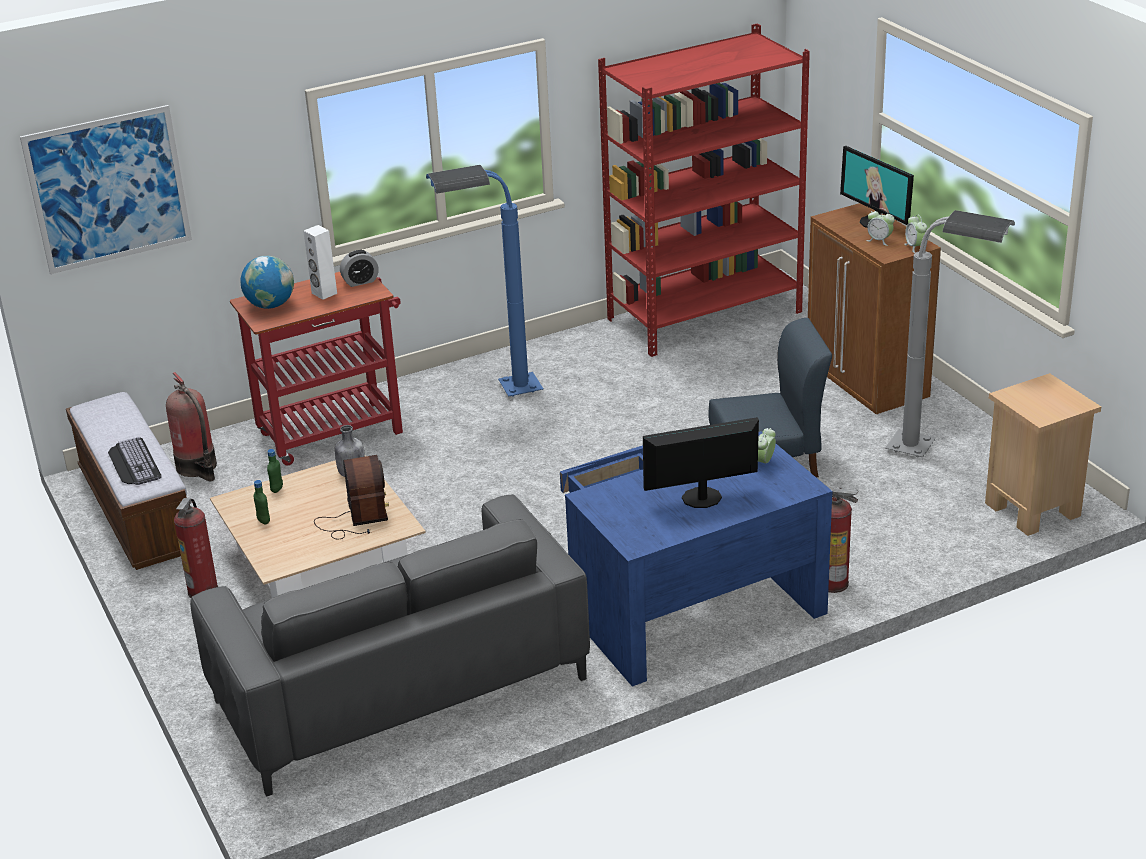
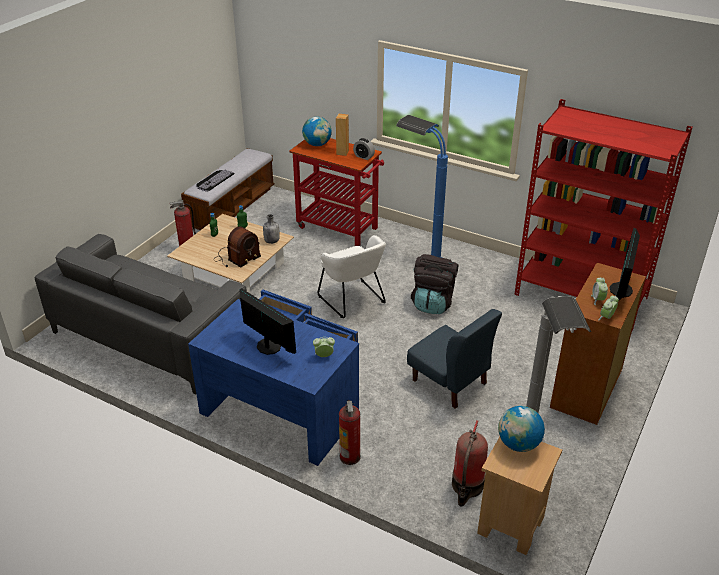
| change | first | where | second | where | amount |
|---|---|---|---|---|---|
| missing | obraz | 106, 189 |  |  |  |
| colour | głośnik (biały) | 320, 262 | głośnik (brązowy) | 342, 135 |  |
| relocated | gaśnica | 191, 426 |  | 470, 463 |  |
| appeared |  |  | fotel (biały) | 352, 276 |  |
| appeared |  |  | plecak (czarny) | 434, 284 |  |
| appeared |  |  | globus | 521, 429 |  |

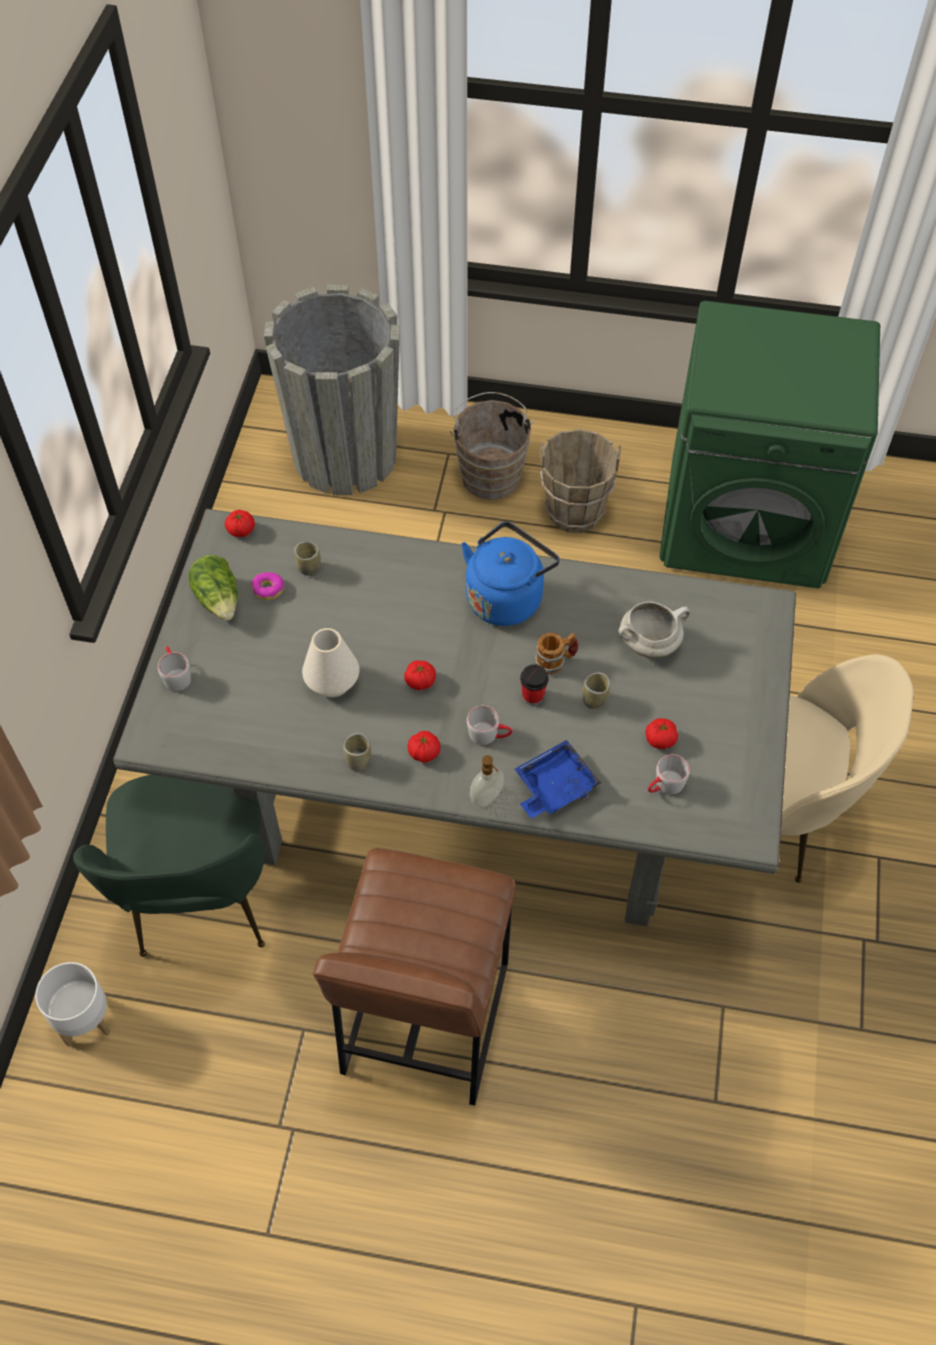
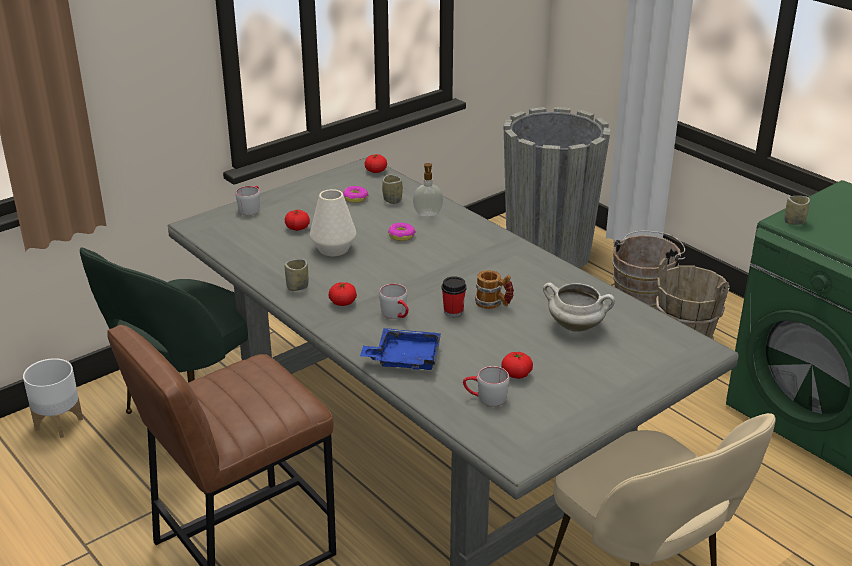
| change | first | where | second | where | amount |
|---|---|---|---|---|---|
| missing | czajnik (niebieski) | 510, 574 |  |  |  |
| missing | sałata | 213, 588 |  |  |  |
| relocated | pomidor | 420, 675 |  | 297, 220 |  |
| relocated | filiżanka | 596, 691 |  | 797, 210 |  |
| relocated | dozownik mydła | 487, 781 |  | 428, 189 |  |
| appeared |  |  | donut | 402, 232 |  |

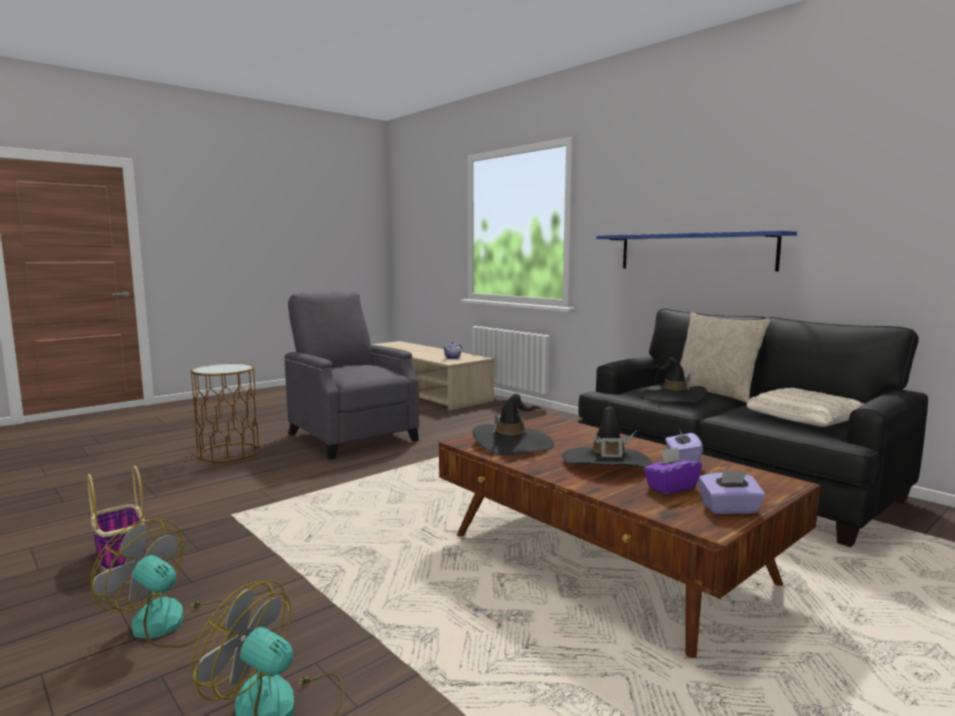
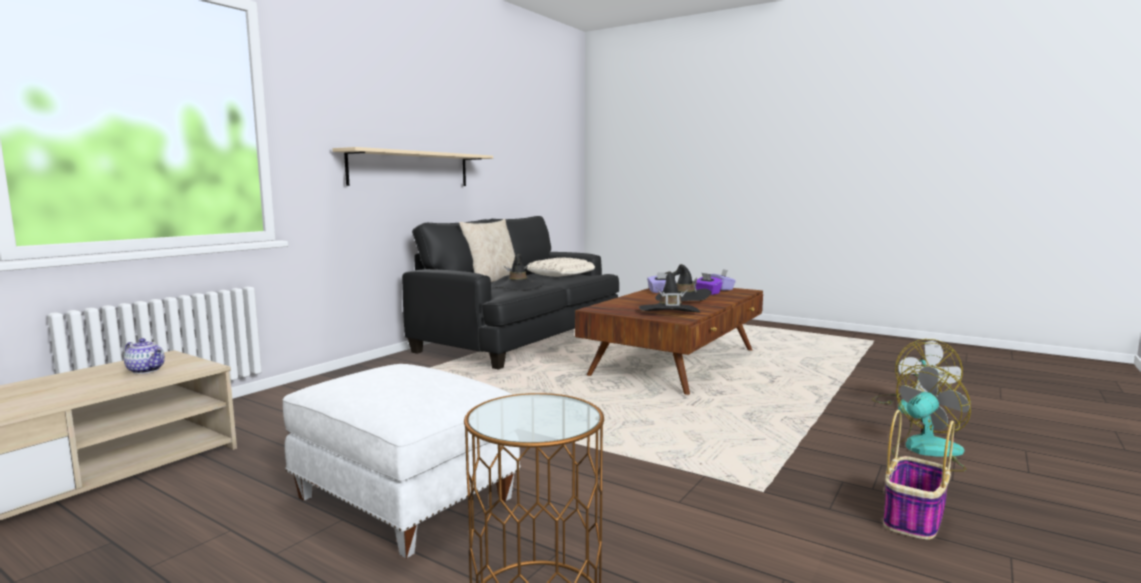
| change | first | where | second | where | amount |
|---|---|---|---|---|---|
| colour | półka (niebieski) | 696, 251 | półka (beżowy) | 412, 166 |  |
| exchanged | fotel (szary) | 351, 376 | pufa (biały) | 401, 461 |  |
| spun | wentylator | 159, 583 |  | 931, 418 | 135 degrees counterclockwise |

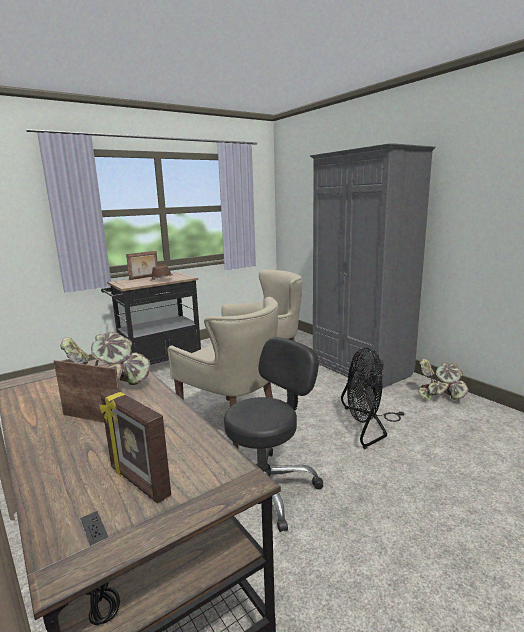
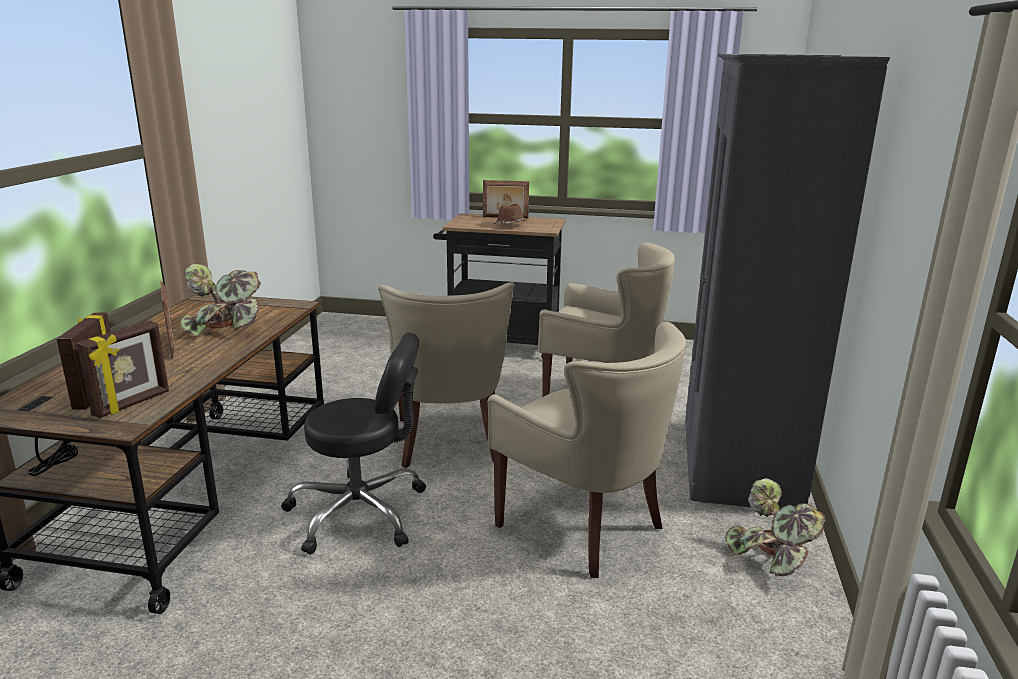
| change | first | where | second | where | amount |
|---|---|---|---|---|---|
| exchanged | wentylator (czarny) | 373, 398 | fotel (beżowy) | 587, 450 |  |
| appeared |  |  | ramka na zdjęcie | 122, 369 |  |

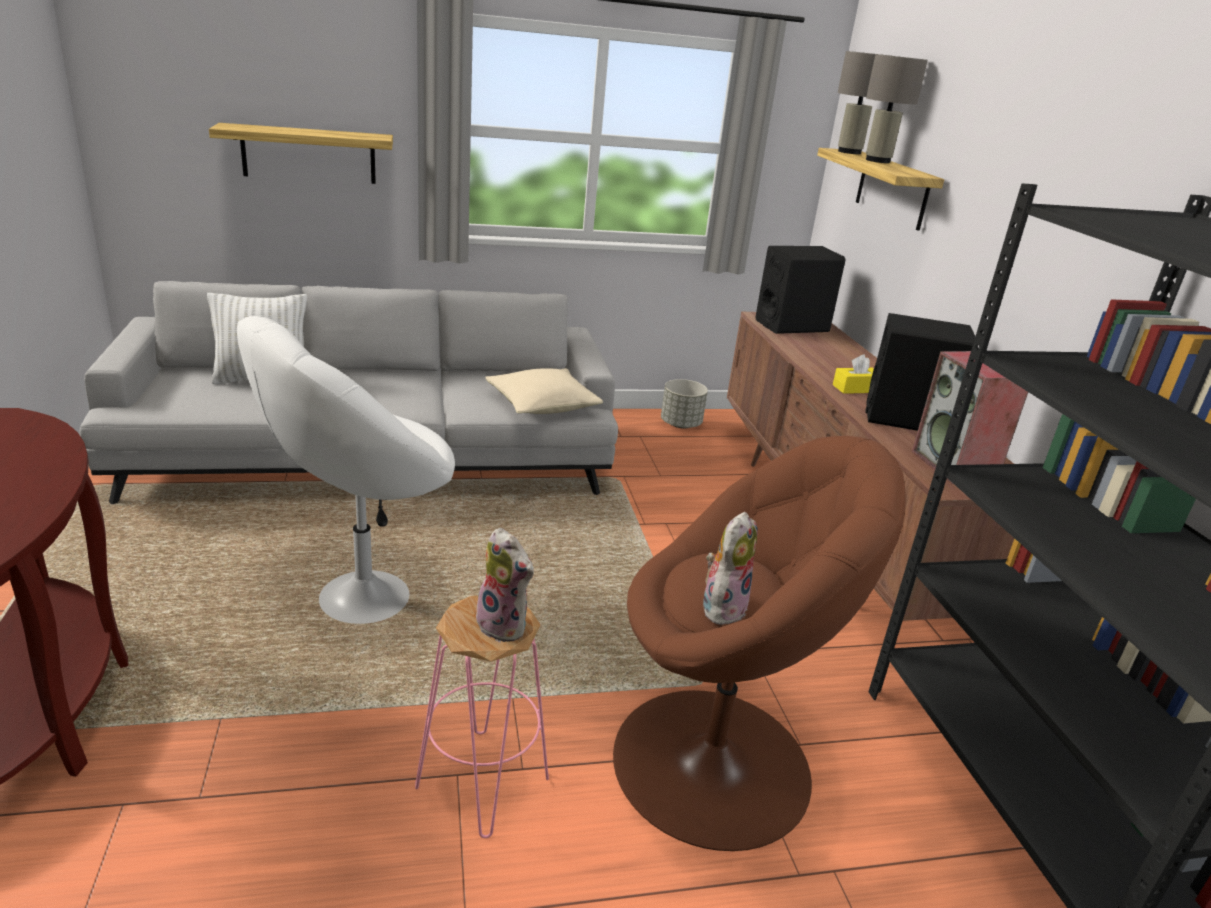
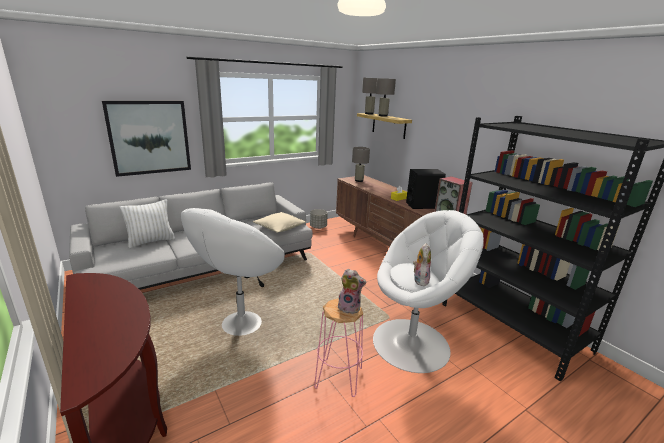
| change | first | where | second | where | amount |
|---|---|---|---|---|---|
| exchanged | półka | 301, 153 | obraz | 146, 139 |  |
| exchanged | głośnik (czarny) | 800, 290 | lampa stołowa (szary) | 361, 164 |  |
| colour | fotel (brązowy) | 759, 643 | fotel (biały) | 428, 291 |  |

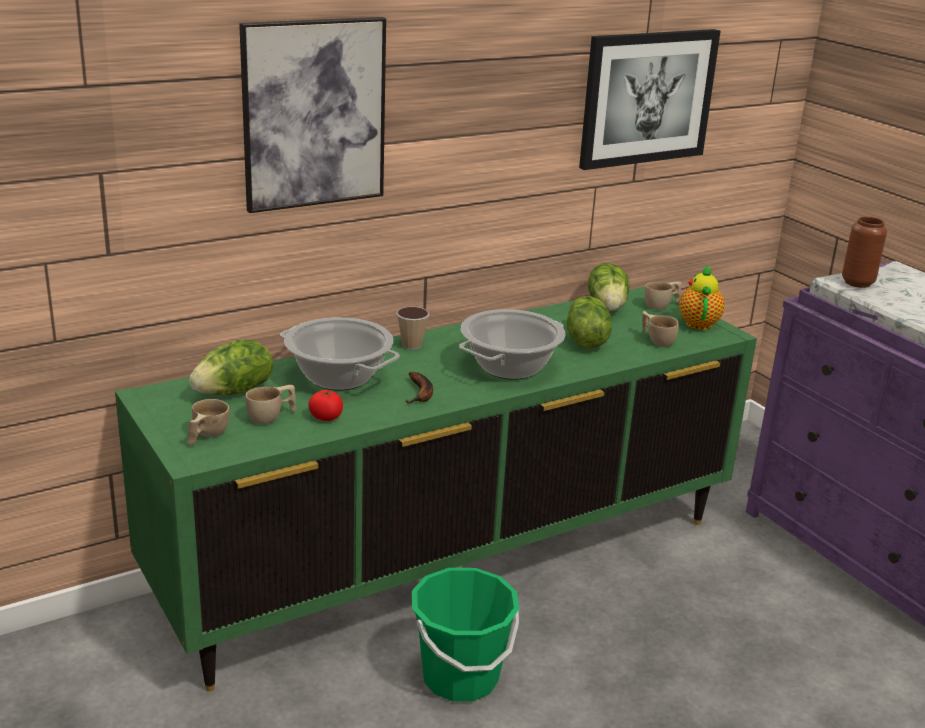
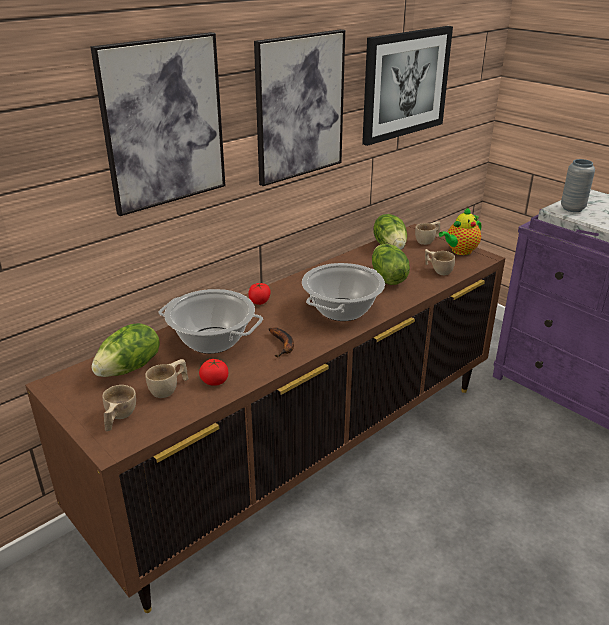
| change | first | where | second | where | amount |
|---|---|---|---|---|---|
| colour | wazon (brązowy) | 864, 252 | wazon (szary) | 578, 185 |  |
| spun | imbryk | 702, 297 |  | 460, 231 | 120 degrees counterclockwise |
| colour | szafka (zielony) | 436, 489 | szafka (brązowy) | 265, 418 |  |
| exchanged | filiżanka | 413, 328 | pomidor | 259, 294 |  |
| missing | wiadro (zielony) | 465, 635 |  |  |  |
| appeared |  |  | obraz | 299, 107 |  |

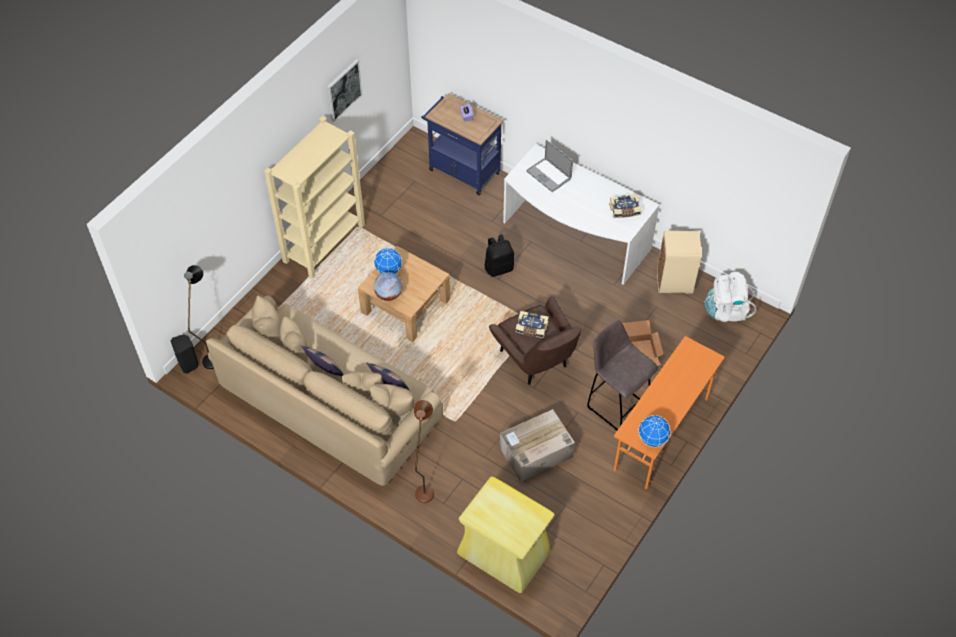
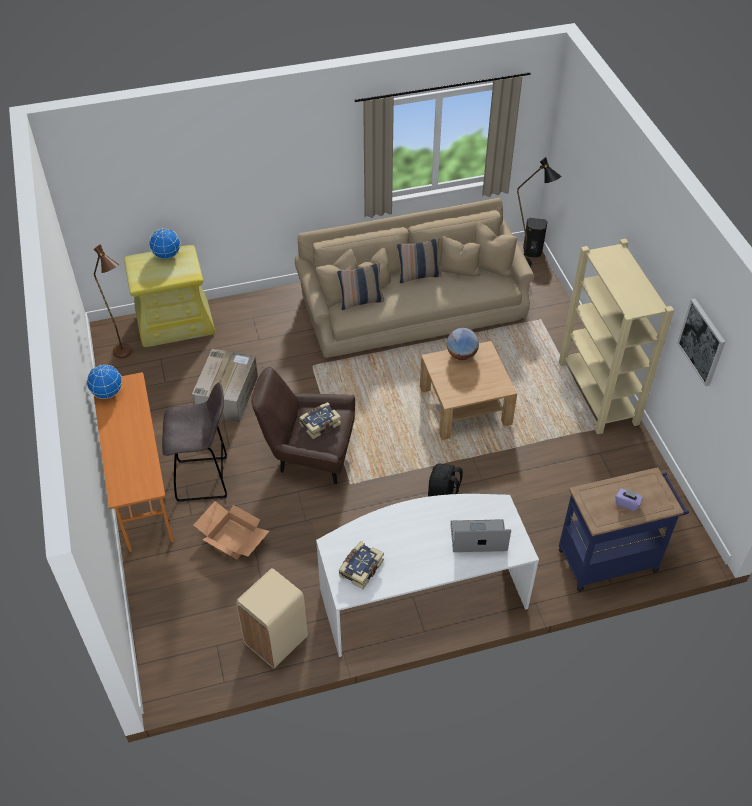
| change | first | where | second | where | amount |
|---|---|---|---|---|---|
| relocated | globus | 388, 261 |  | 165, 244 |  |
| missing | plecak (biały) | 730, 297 |  |  |  |
| relocated | lampa stojąca (brązowy) | 424, 451 |  | 113, 301 |  |

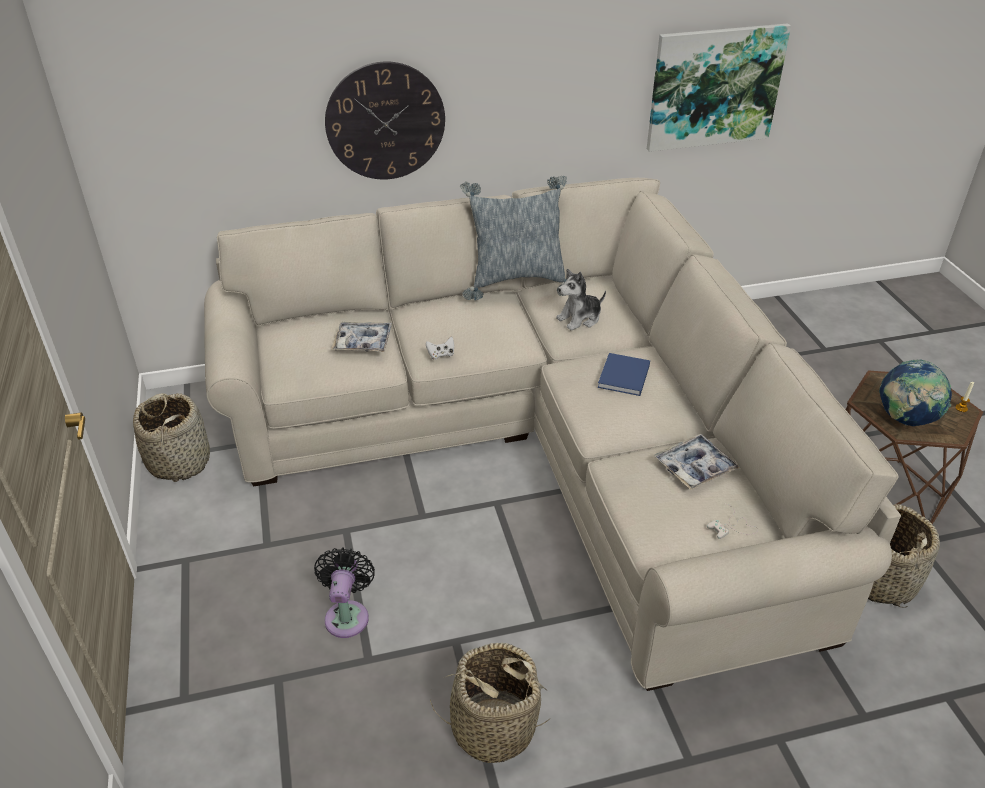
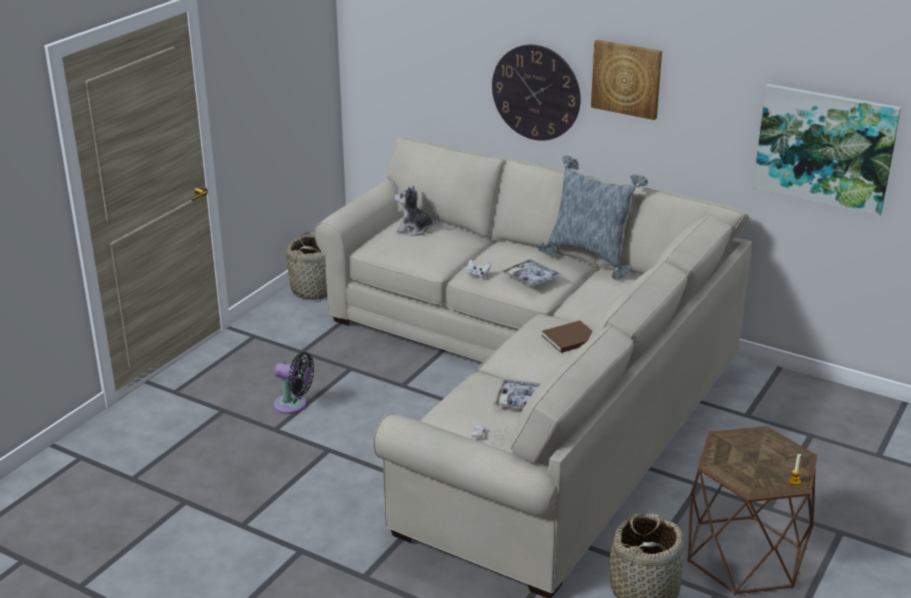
| change | first | where | second | where | amount |
|---|---|---|---|---|---|
| relocated | pluszak | 581, 299 |  | 416, 210 |  |
| relocated | taca | 361, 337 |  | 531, 273 |  |
| colour | książka (niebieski) | 624, 374 | książka (brązowy) | 567, 336 |  |
| missing | globus | 915, 392 |  |  |  |
| spun | wentylator (czarny) | 344, 593 |  | 294, 383 | 60 degrees clockwise |
| missing | koszyk | 489, 703 |  |  |  |
| appeared |  |  | obraz | 626, 80 |  |

